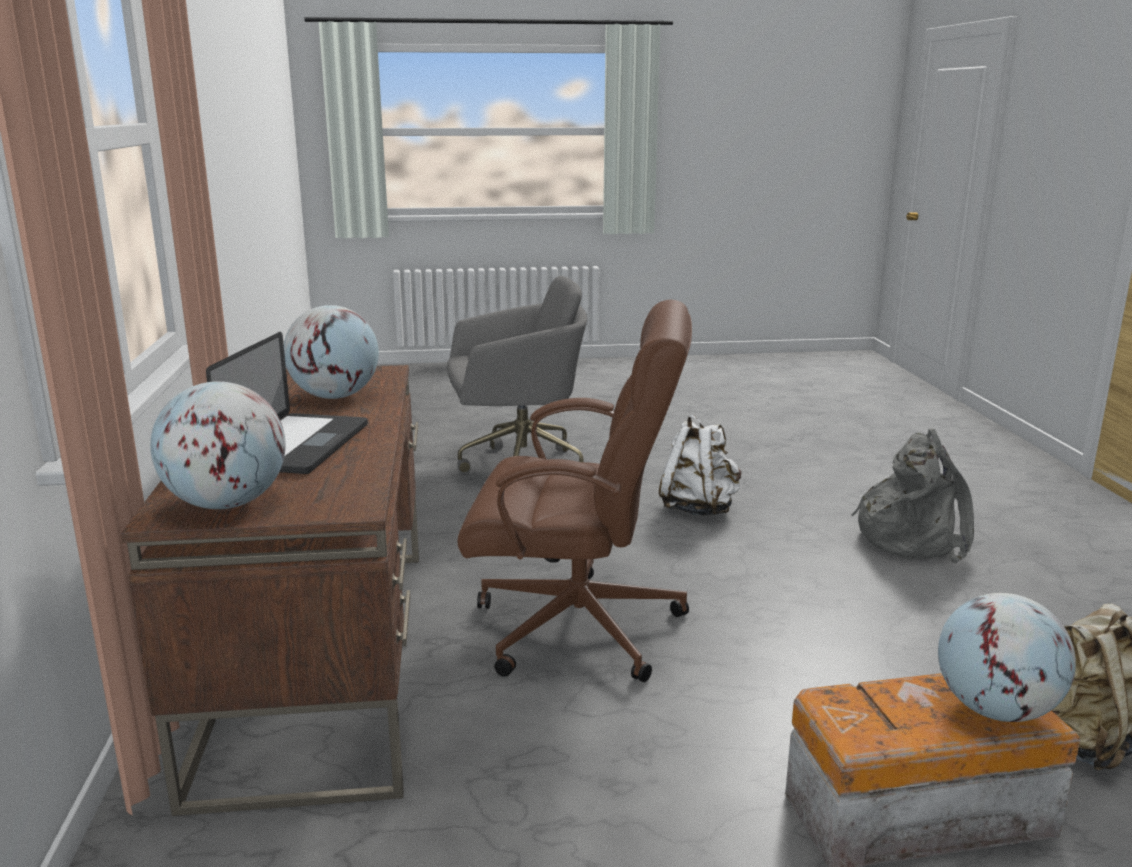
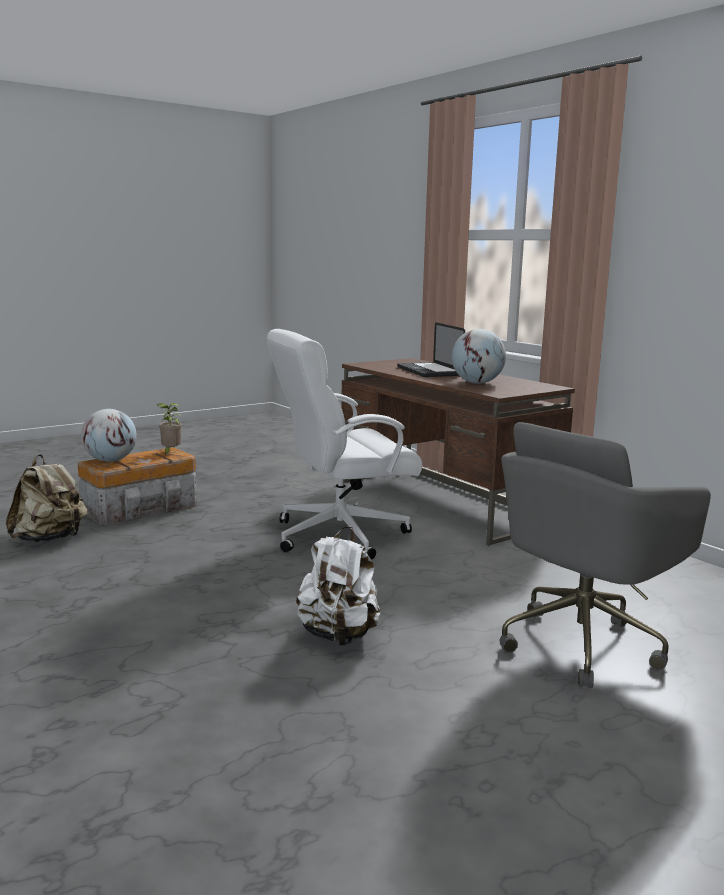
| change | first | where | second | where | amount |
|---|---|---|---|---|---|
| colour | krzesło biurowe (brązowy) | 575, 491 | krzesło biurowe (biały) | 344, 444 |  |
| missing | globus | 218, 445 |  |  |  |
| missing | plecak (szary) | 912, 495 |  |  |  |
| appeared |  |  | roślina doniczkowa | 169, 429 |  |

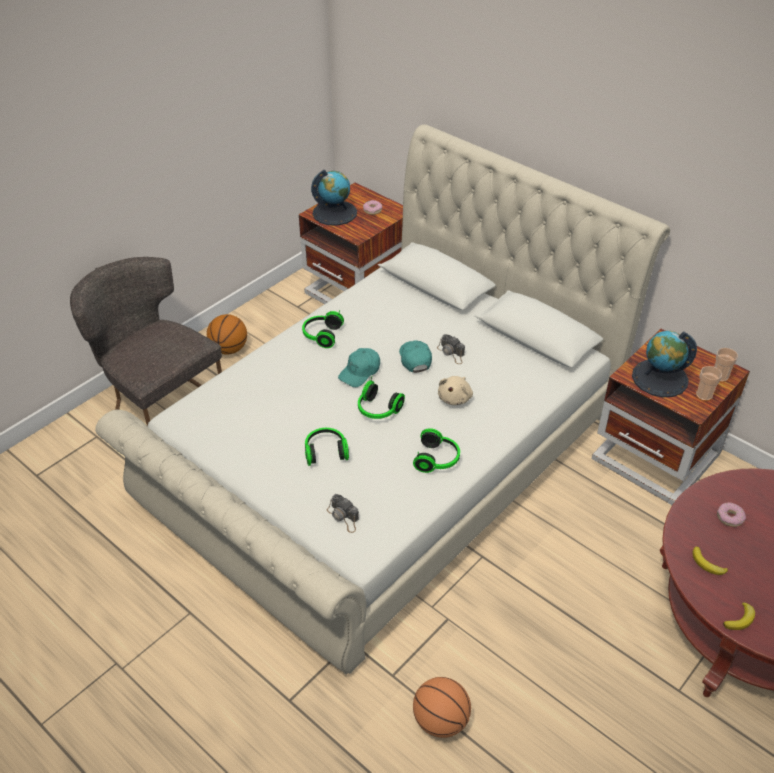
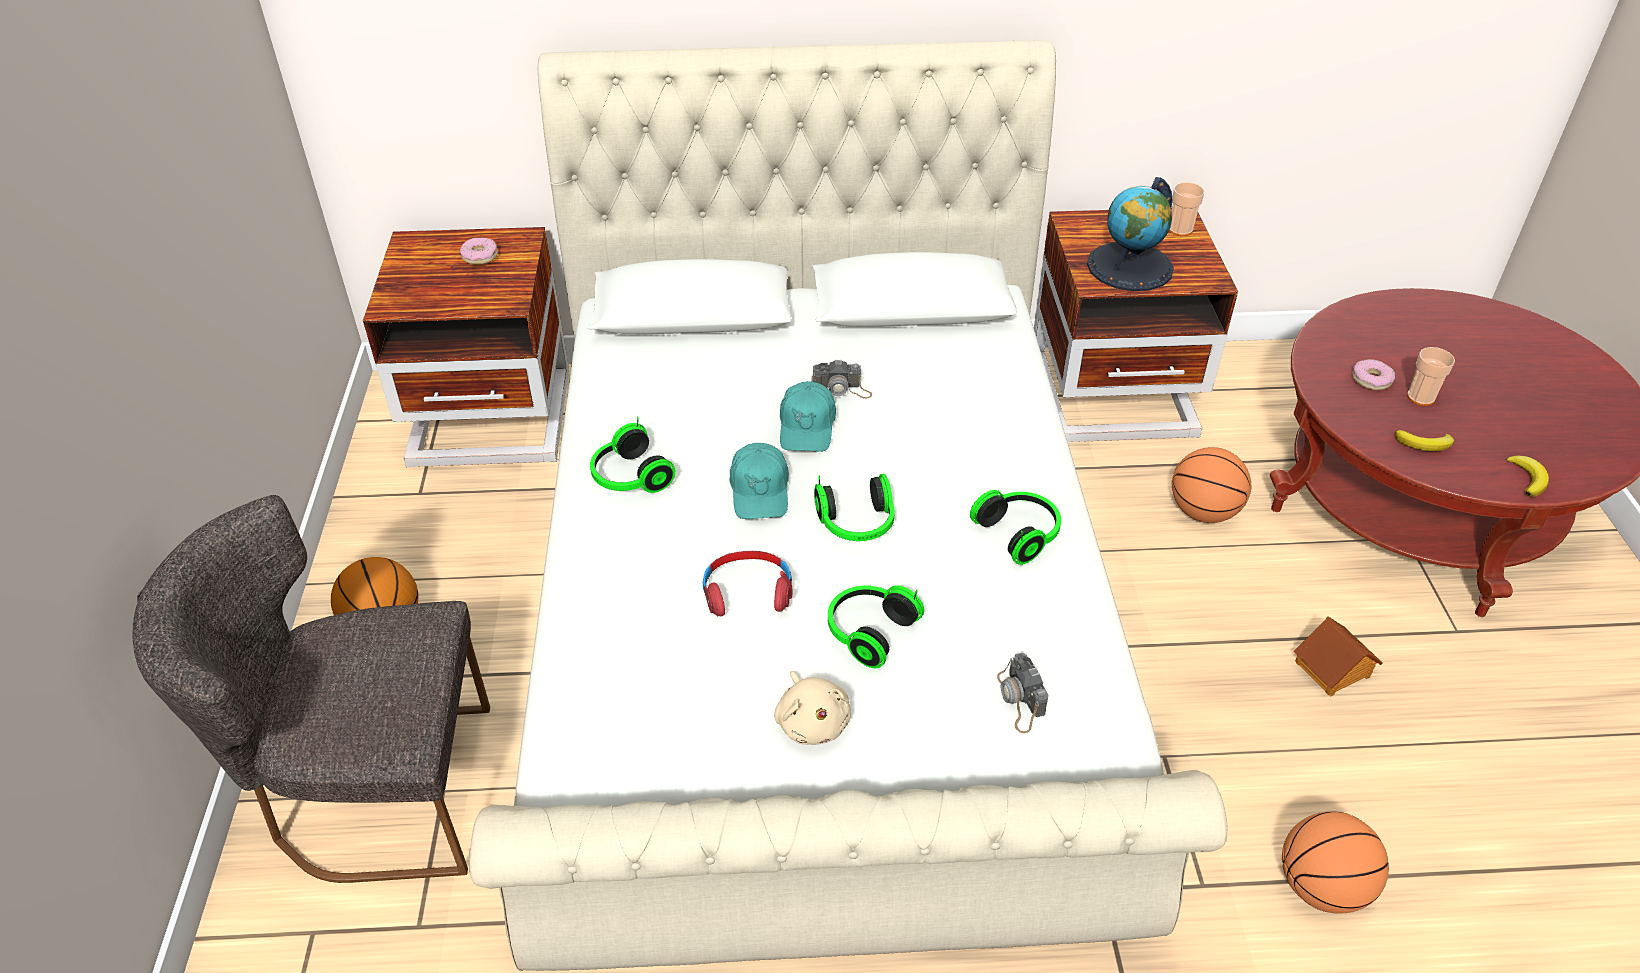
| change | first | where | second | where | amount |
|---|---|---|---|---|---|
| missing | globus | 334, 197 |  |  |  |
| spun | czapka z daszkiem (turkusowy) | 415, 357 |  | 808, 416 | 120 degrees counterclockwise |
| relocated | filiżanka | 709, 383 |  | 1431, 376 |  |
| relocated | pluszak (beżowy) | 455, 390 |  | 812, 708 |  |
| spun | aparat fotograficzny | 343, 513 |  | 1022, 693 | 75 degrees clockwise |
| appeared |  |  | piłka do koszykówki | 1211, 485 |  |
| appeared |  |  | słuchawki (czerwony) | 747, 584 |  |
| appeared |  |  | domek | 1338, 656 |  |

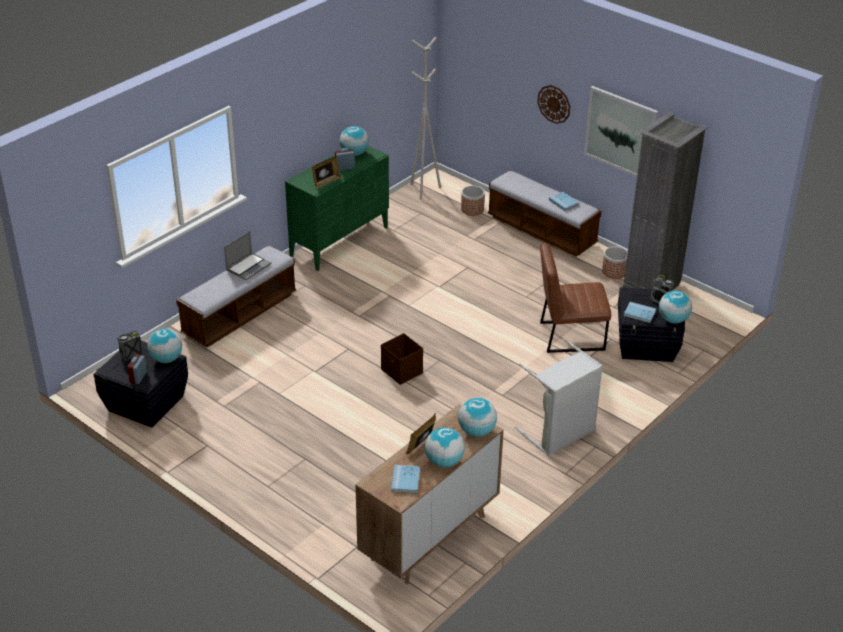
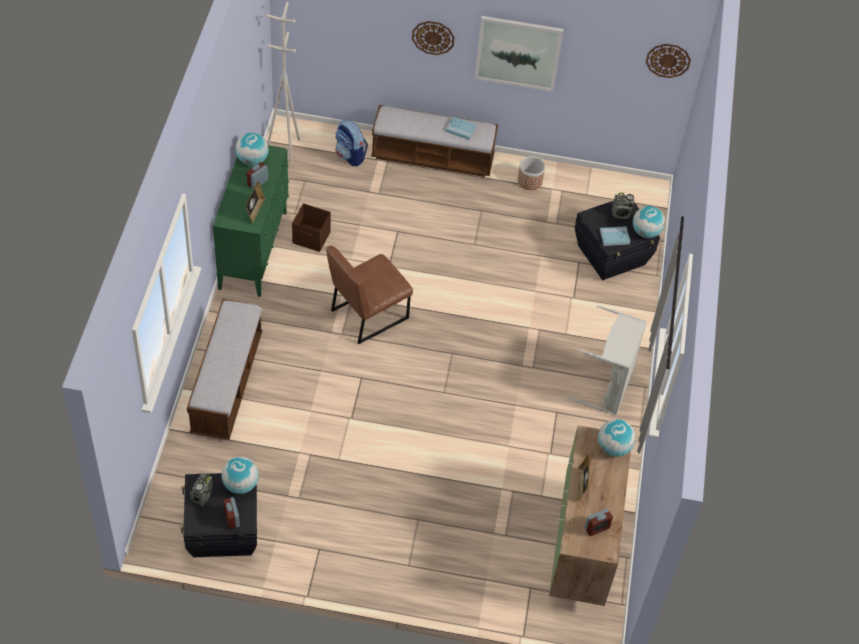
| change | first | where | second | where | amount |
|---|---|---|---|---|---|
| missing | szafka (szary) | 665, 201 |  |  |  |
| exchanged | donica | 473, 201 | plecak | 351, 143 |  |
| missing | laptop | 247, 255 |  |  |  |
| relocated | krzesło (brązowy) | 575, 298 |  | 369, 294 |  |
| relocated | pojemnik do przechowywania (brązowy) | 402, 359 |  | 311, 227 |  |
| missing | globus | 445, 447 |  |  |  |
| exchanged | książka (niebieski) | 405, 479 | budzik | 598, 522 |  |
| appeared |  |  | zegar ścienny | 668, 61 |  |

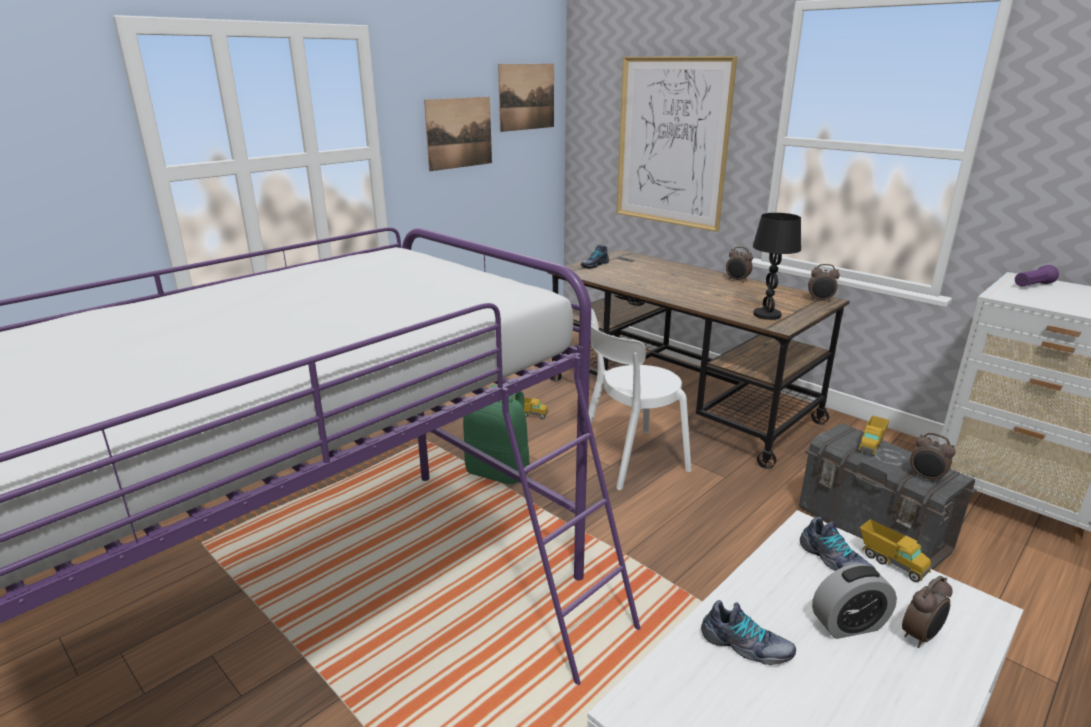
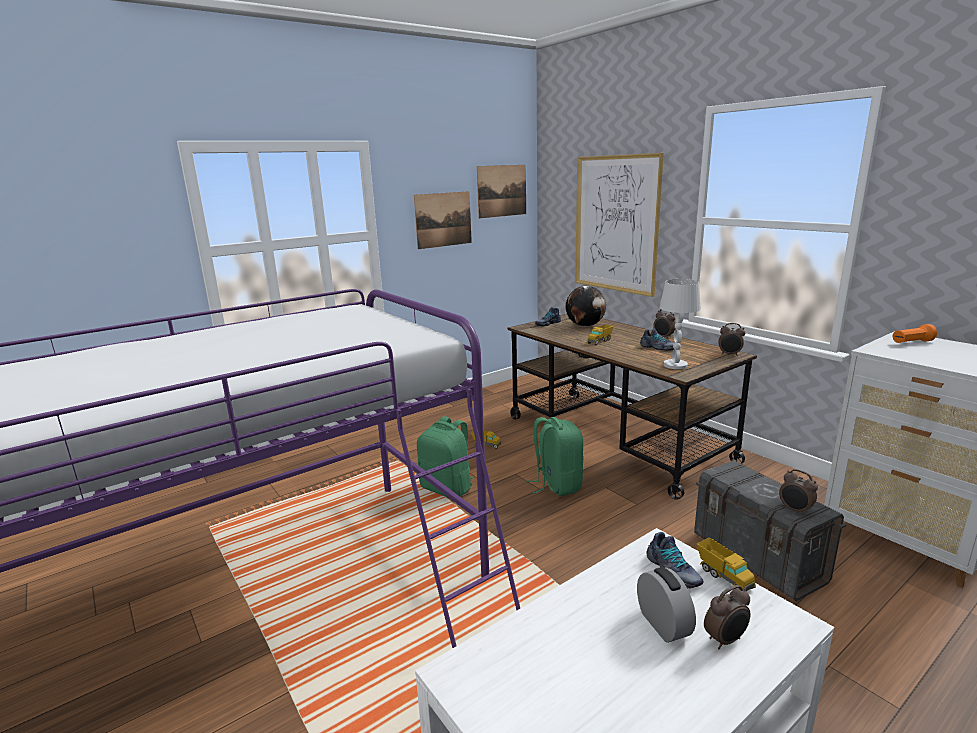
| change | first | where | second | where | amount |
|---|---|---|---|---|---|
| colour | lampa stołowa (czarny) | 777, 266 | lampa stołowa (biały) | 680, 324 |  |
| colour | latarka (fioletowy) | 1037, 276 | latarka (pomarańczowy) | 915, 333 |  |
| exchanged | krzesło (biały) | 639, 399 | plecak (zielony) | 555, 456 |  |
| relocated | ciężarówka zabawkowa | 873, 436 |  | 600, 334 |  |
| spun | budzik | 854, 601 |  | 666, 605 | 105 degrees counterclockwise |
| relocated | but | 748, 632 |  | 657, 340 |  |
| appeared |  |  | globus | 586, 306 |  |

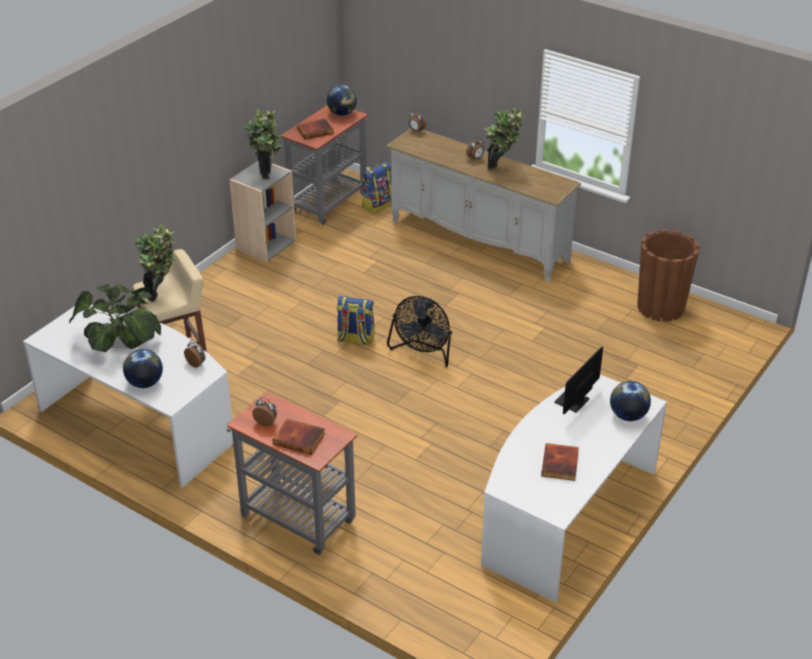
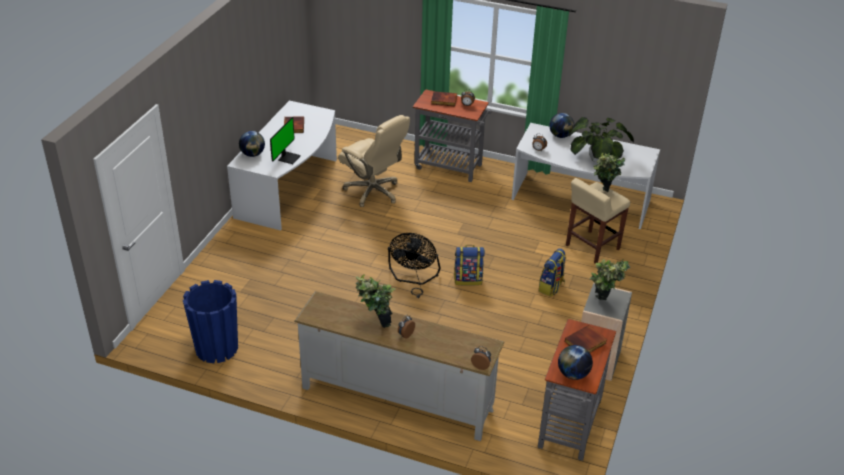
| change | first | where | second | where | amount |
|---|---|---|---|---|---|
| relocated | plecak | 377, 188 |  | 552, 272 |  |
| colour | donica (brązowy) | 668, 275 | donica (niebieski) | 210, 321 |  |
| appeared |  |  | krzesło biurowe (beżowy) | 374, 161 |  |

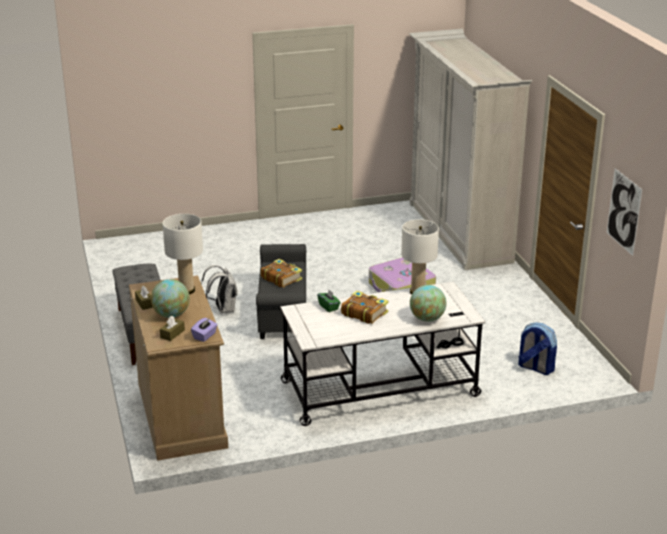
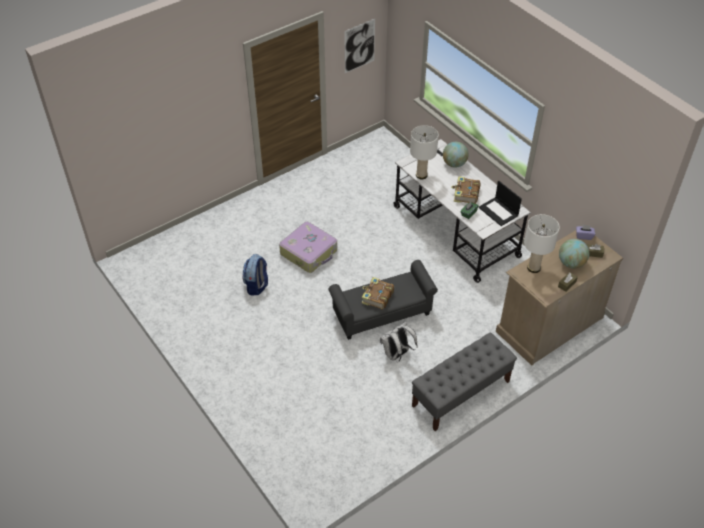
| change | first | where | second | where | amount |
|---|---|---|---|---|---|
| missing | szafa (biały) | 471, 149 |  |  |  |
| relocated | plecak | 537, 348 |  | 255, 274 |  |
| appeared |  |  | laptop | 500, 203 |  |

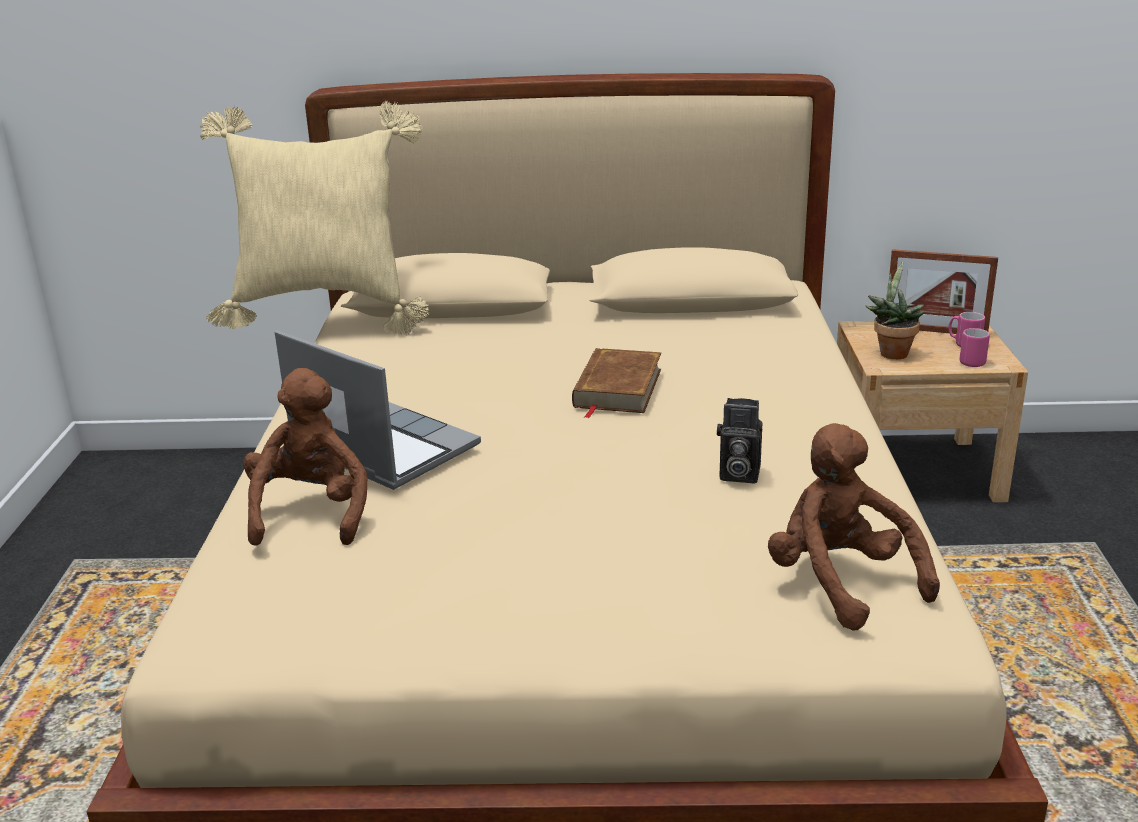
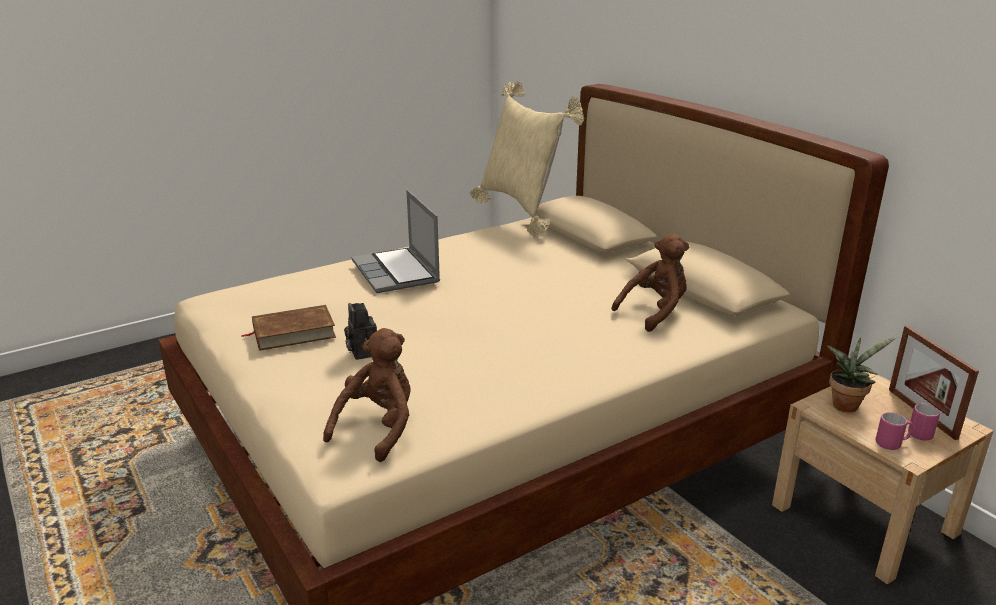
| change | first | where | second | where | amount |
|---|---|---|---|---|---|
| spun | laptop | 378, 410 |  | 396, 241 | 150 degrees clockwise |
| relocated | książka (brązowy) | 616, 383 |  | 288, 328 |  |
| relocated | pluszak (brązowy) | 305, 457 |  | 650, 283 |  |
| relocated | aparat fotograficzny | 739, 441 |  | 360, 331 |  |

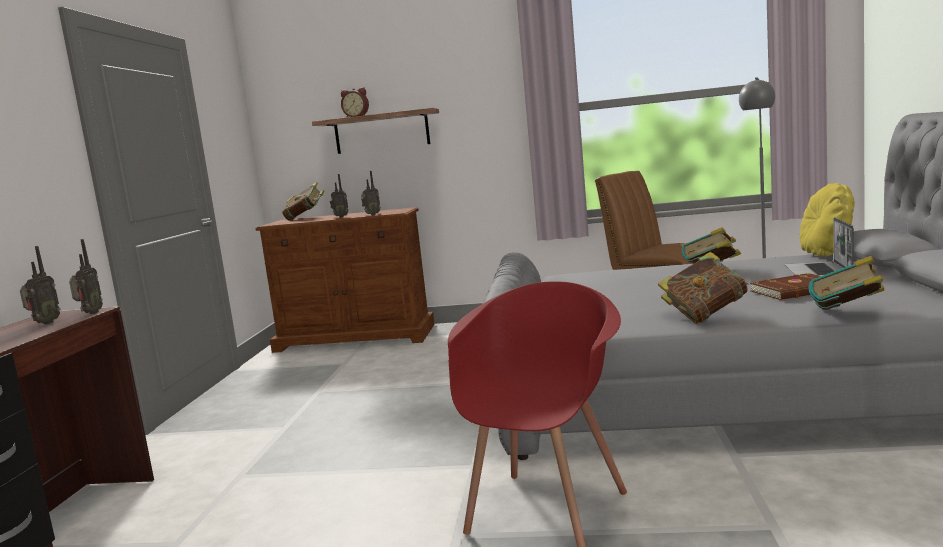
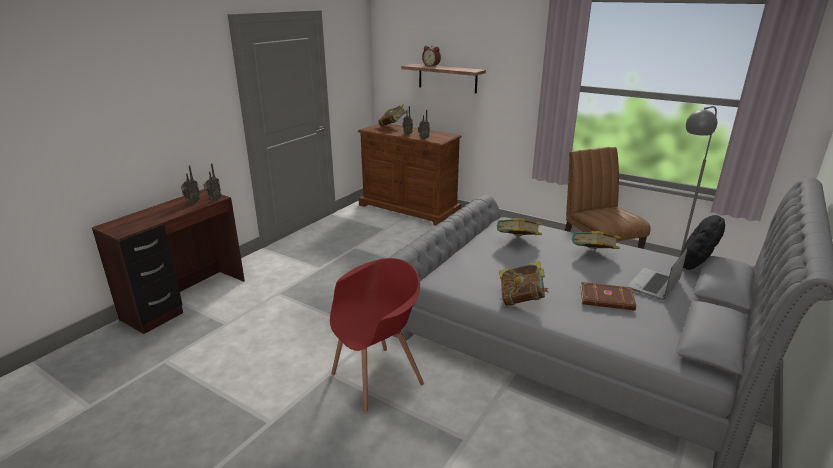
| change | first | where | second | where | amount |
|---|---|---|---|---|---|
| colour | poduszka (żółty) | 827, 220 | poduszka (czarny) | 703, 242 |  |
| relocated | książka | 846, 283 |  | 519, 227 |  |

